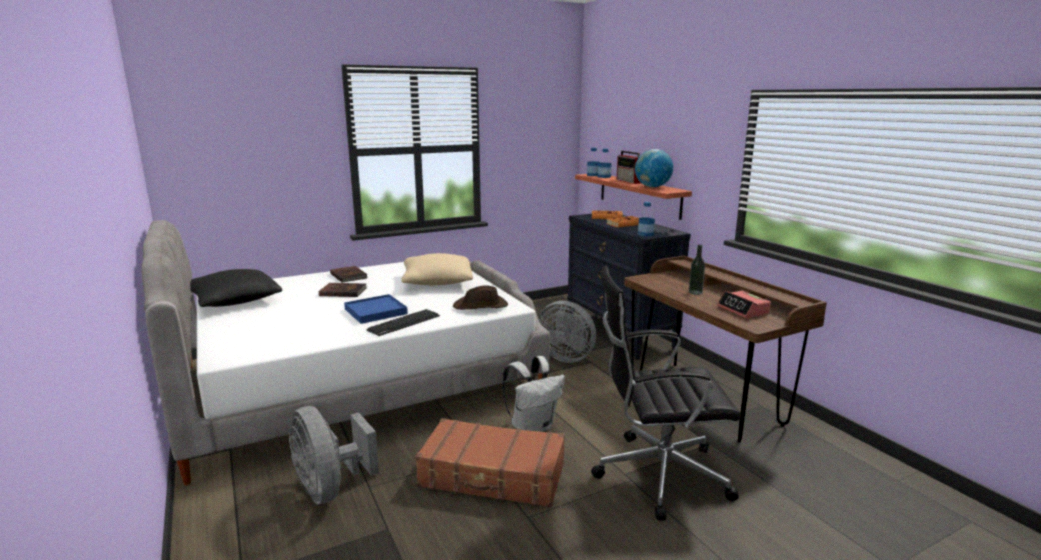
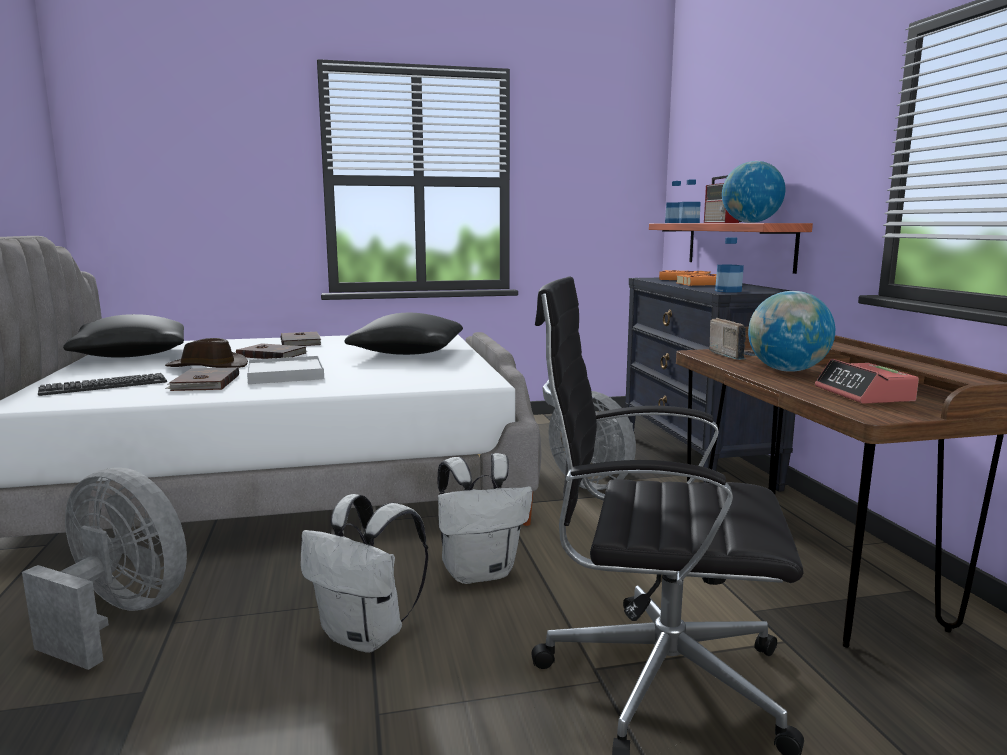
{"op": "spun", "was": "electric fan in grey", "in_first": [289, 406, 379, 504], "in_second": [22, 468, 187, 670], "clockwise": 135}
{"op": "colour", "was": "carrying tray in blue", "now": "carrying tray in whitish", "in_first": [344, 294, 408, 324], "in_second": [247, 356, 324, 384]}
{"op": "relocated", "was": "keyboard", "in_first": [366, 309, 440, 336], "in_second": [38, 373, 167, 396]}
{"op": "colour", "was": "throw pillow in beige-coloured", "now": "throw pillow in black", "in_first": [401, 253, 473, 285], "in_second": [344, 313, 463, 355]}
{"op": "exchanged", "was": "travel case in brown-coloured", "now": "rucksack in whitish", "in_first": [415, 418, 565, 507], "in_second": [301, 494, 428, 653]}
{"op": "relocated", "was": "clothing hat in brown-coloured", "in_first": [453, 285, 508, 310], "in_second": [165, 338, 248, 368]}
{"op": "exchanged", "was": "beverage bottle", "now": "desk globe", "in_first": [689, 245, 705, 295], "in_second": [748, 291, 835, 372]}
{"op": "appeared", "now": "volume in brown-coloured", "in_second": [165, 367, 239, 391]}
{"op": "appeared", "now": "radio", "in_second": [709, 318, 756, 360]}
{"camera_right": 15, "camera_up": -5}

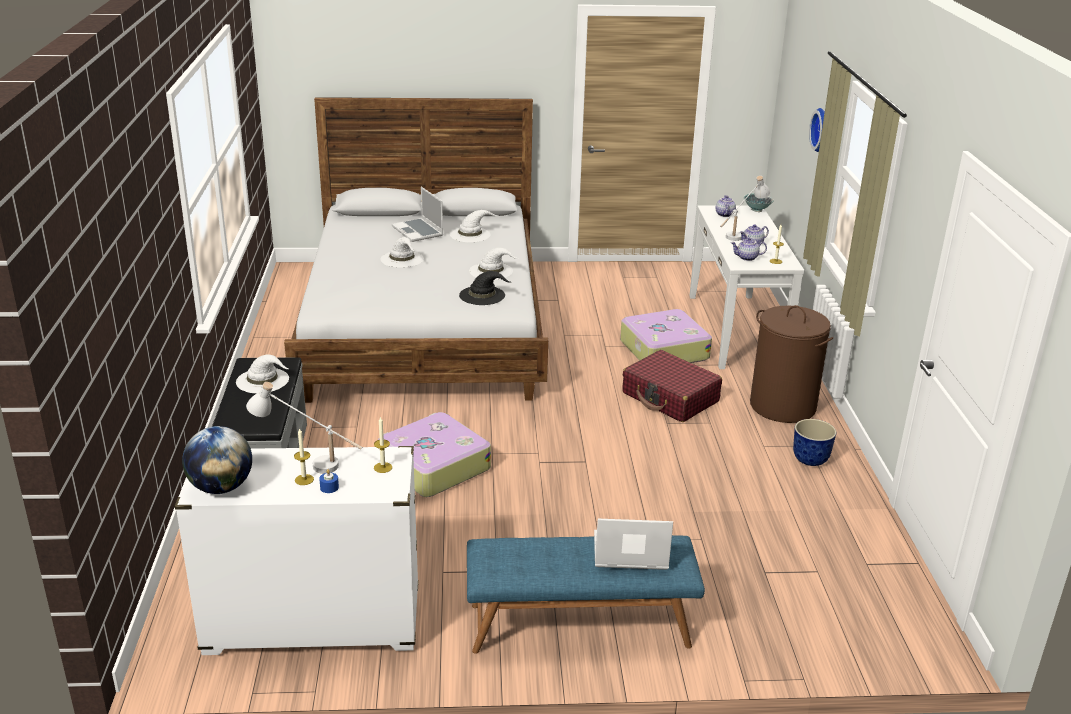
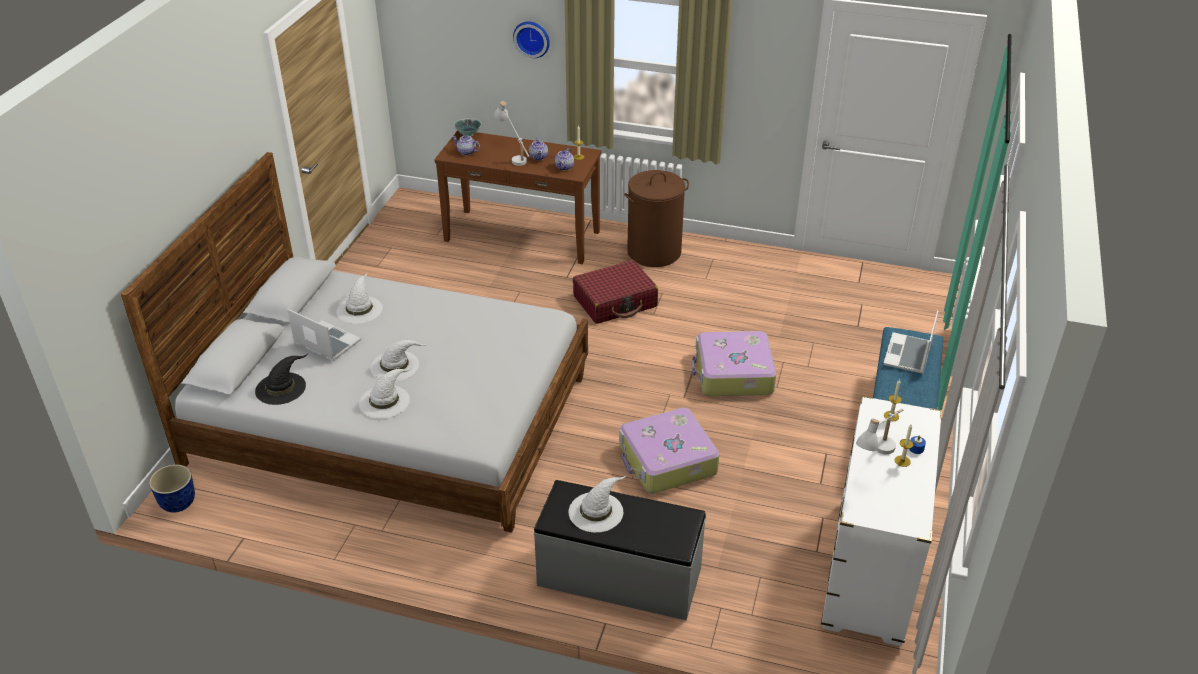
{"op": "missing", "was": "desk globe", "in_first": [182, 426, 252, 494]}
{"op": "spun", "was": "portable computer", "in_first": [392, 187, 443, 242], "in_second": [287, 309, 361, 361], "clockwise": -135}
{"op": "relocated", "was": "clothing hat in black", "in_first": [459, 271, 511, 305], "in_second": [255, 354, 307, 405]}
{"op": "relocated", "was": "clothing hat in whitish", "in_first": [469, 248, 519, 280], "in_second": [359, 368, 411, 419]}
{"op": "relocated", "was": "travel case", "in_first": [620, 309, 712, 363], "in_second": [692, 331, 776, 396]}
{"op": "colour", "was": "narrow table in whitish", "now": "narrow table in brown-coloured", "in_first": [689, 205, 804, 369], "in_second": [434, 130, 601, 264]}
{"op": "relocated", "was": "flower pot", "in_first": [793, 419, 836, 466], "in_second": [149, 464, 195, 512]}
{"camera_right": -70, "camera_up": 10}

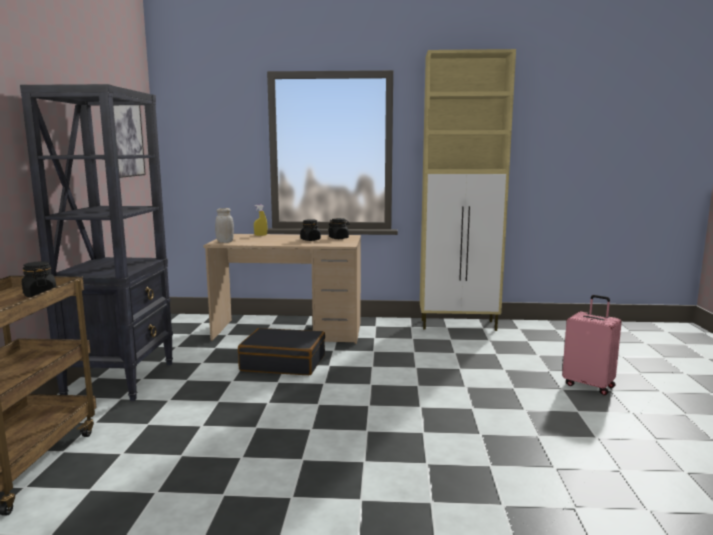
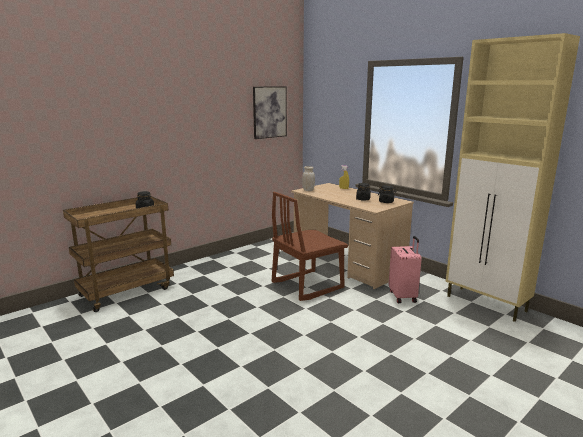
{"op": "missing", "was": "bookshelf in black", "in_first": [20, 84, 173, 401]}
{"op": "exchanged", "was": "travel case in black", "now": "plain chair in brown-coloured", "in_first": [238, 328, 325, 375], "in_second": [272, 192, 348, 301]}
{"op": "relocated", "was": "travel case in pink-coloured", "in_first": [562, 295, 622, 395], "in_second": [389, 236, 422, 303]}
{"camera_right": 45, "camera_up": 5}

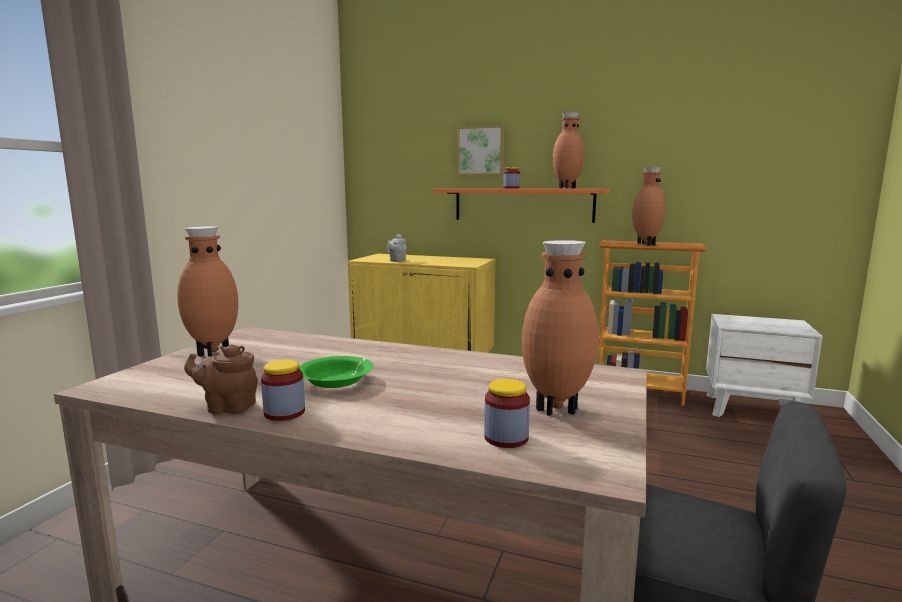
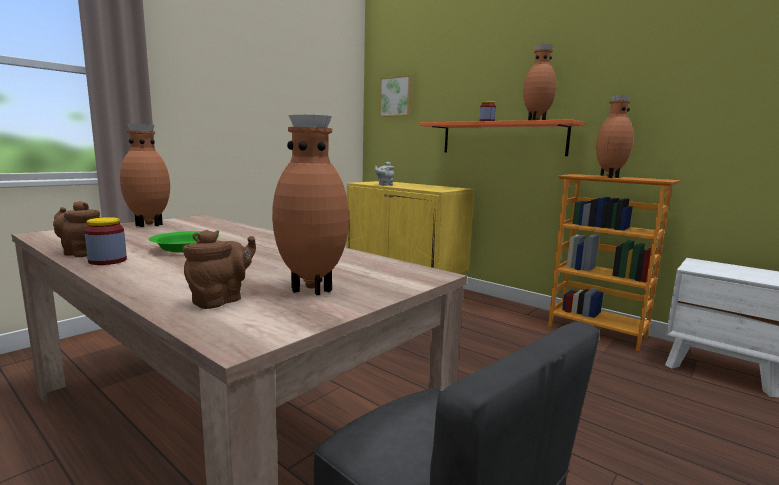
{"op": "relocated", "was": "wall art", "in_first": [458, 125, 504, 175], "in_second": [380, 75, 413, 117]}
{"op": "exchanged", "was": "preserve jar", "now": "pot for tea in brown-coloured", "in_first": [484, 379, 530, 448], "in_second": [183, 230, 256, 309]}
{"camera_right": 20, "camera_up": 0}

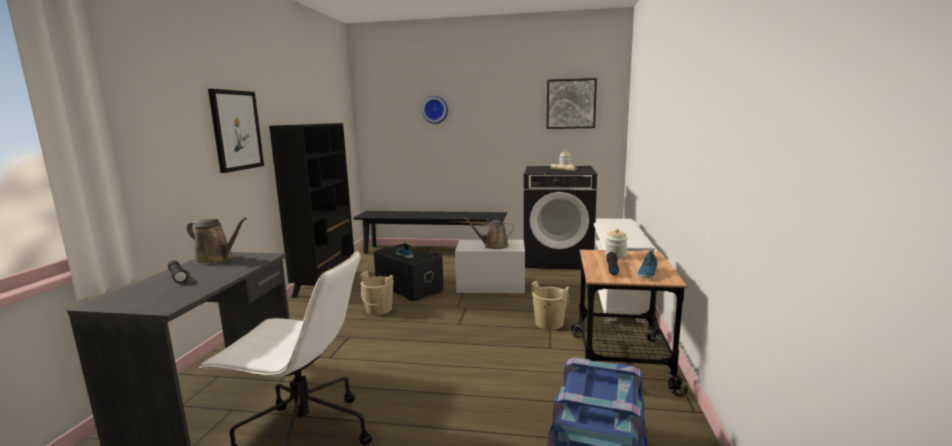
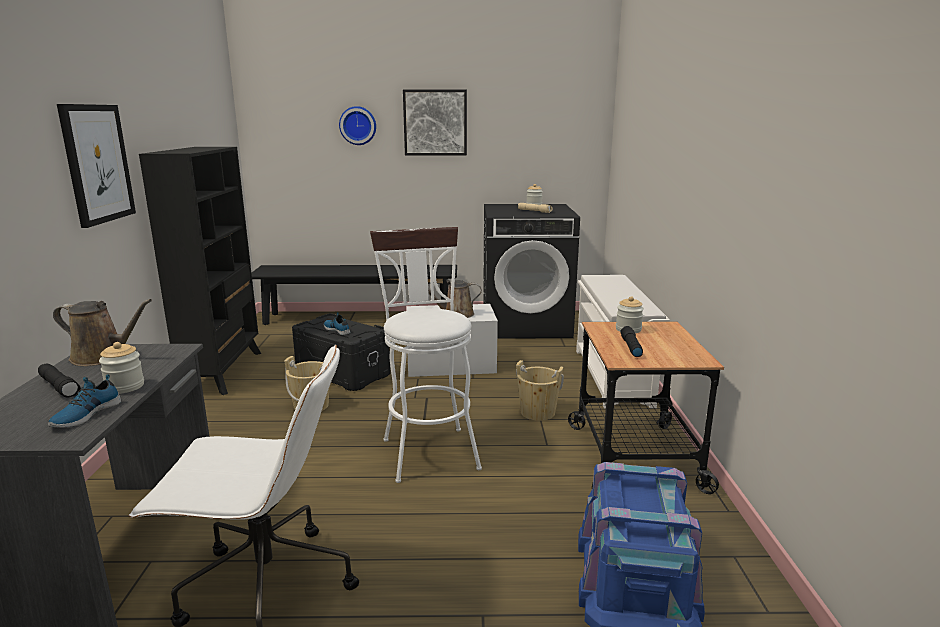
{"op": "relocated", "was": "wall art", "in_first": [547, 78, 597, 129], "in_second": [403, 90, 467, 155]}
{"op": "relocated", "was": "shoe", "in_first": [637, 250, 658, 278], "in_second": [48, 374, 121, 428]}
{"op": "appeared", "now": "preserve jar", "in_second": [99, 342, 144, 394]}
{"op": "appeared", "now": "stool in whitish", "in_second": [370, 227, 482, 483]}
{"camera_right": -10, "camera_up": 5}

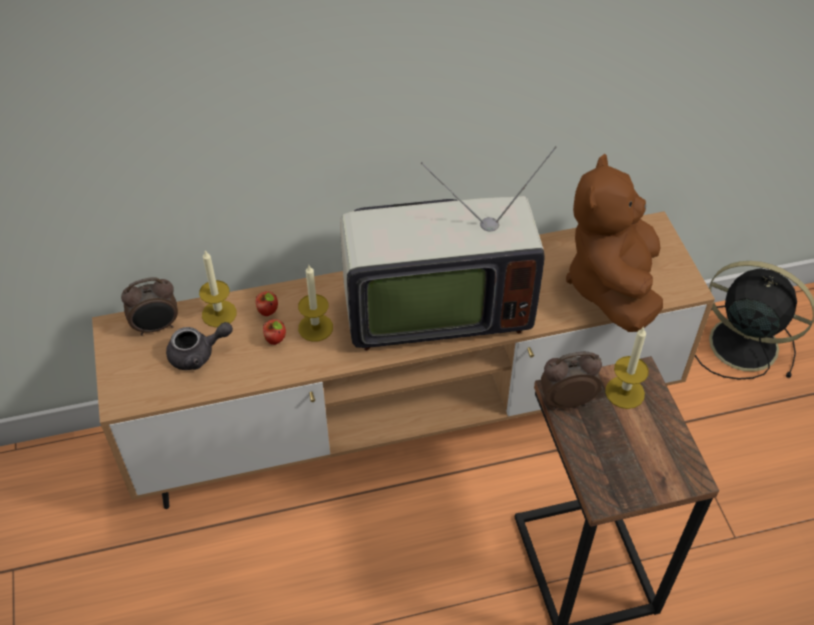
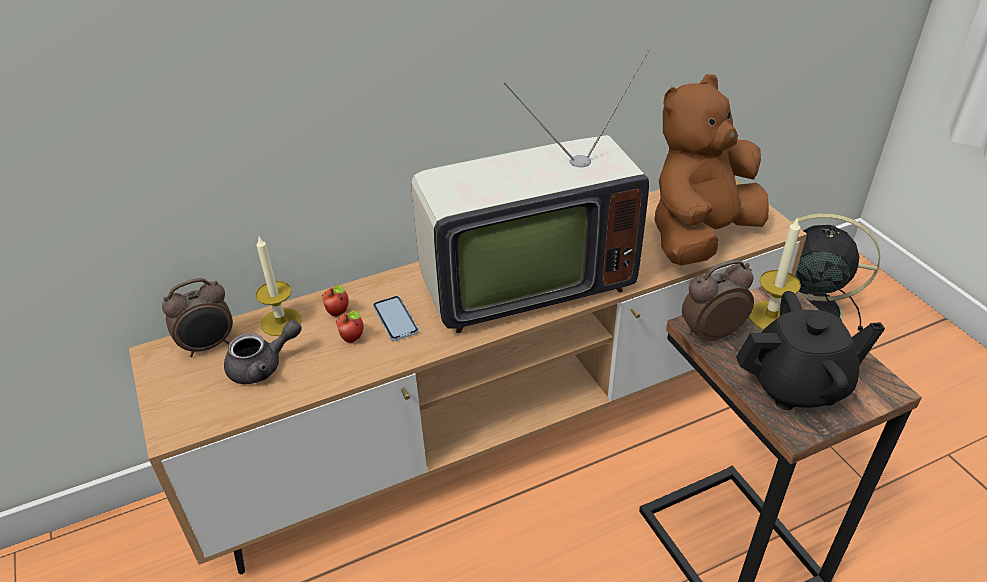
{"op": "exchanged", "was": "wax candle", "now": "phone", "in_first": [298, 265, 333, 342], "in_second": [373, 296, 419, 341]}
{"op": "spun", "was": "cuddly toy in brown-coloured", "in_first": [566, 154, 663, 332], "in_second": [654, 74, 769, 266], "clockwise": 45}
{"op": "appeared", "now": "pot for tea in black", "in_second": [736, 291, 885, 410]}
{"camera_right": -10, "camera_up": -10}

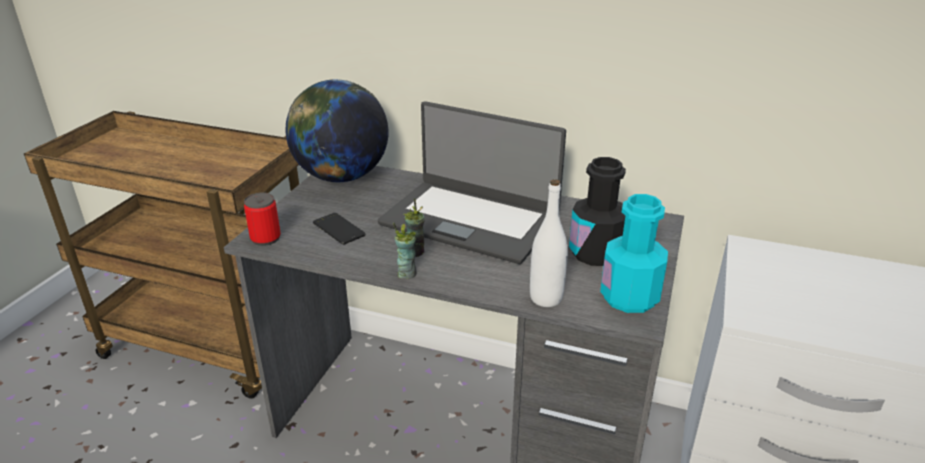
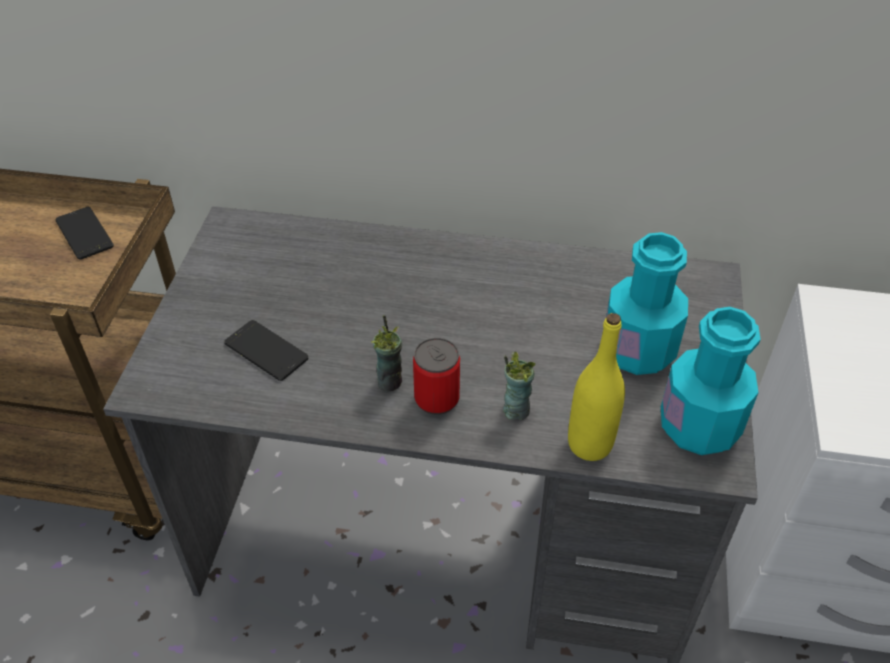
{"op": "relocated", "was": "metal can", "in_first": [244, 192, 281, 246], "in_second": [413, 338, 460, 415]}
{"op": "missing", "was": "desk globe", "in_first": [285, 79, 388, 183]}
{"op": "missing", "was": "portable computer", "in_first": [378, 101, 566, 264]}
{"op": "relocated", "was": "drinking cup", "in_first": [393, 223, 416, 279], "in_second": [503, 352, 535, 420]}
{"op": "colour", "was": "beverage bottle in whitish", "now": "beverage bottle in yellow-coloured", "in_first": [530, 179, 568, 307], "in_second": [568, 313, 625, 461]}
{"op": "colour", "was": "beverage bottle in black", "now": "beverage bottle in turquoise", "in_first": [569, 157, 626, 266], "in_second": [606, 232, 688, 375]}
{"op": "appeared", "now": "phone", "in_second": [55, 207, 114, 260]}
{"camera_right": -10, "camera_up": 15}

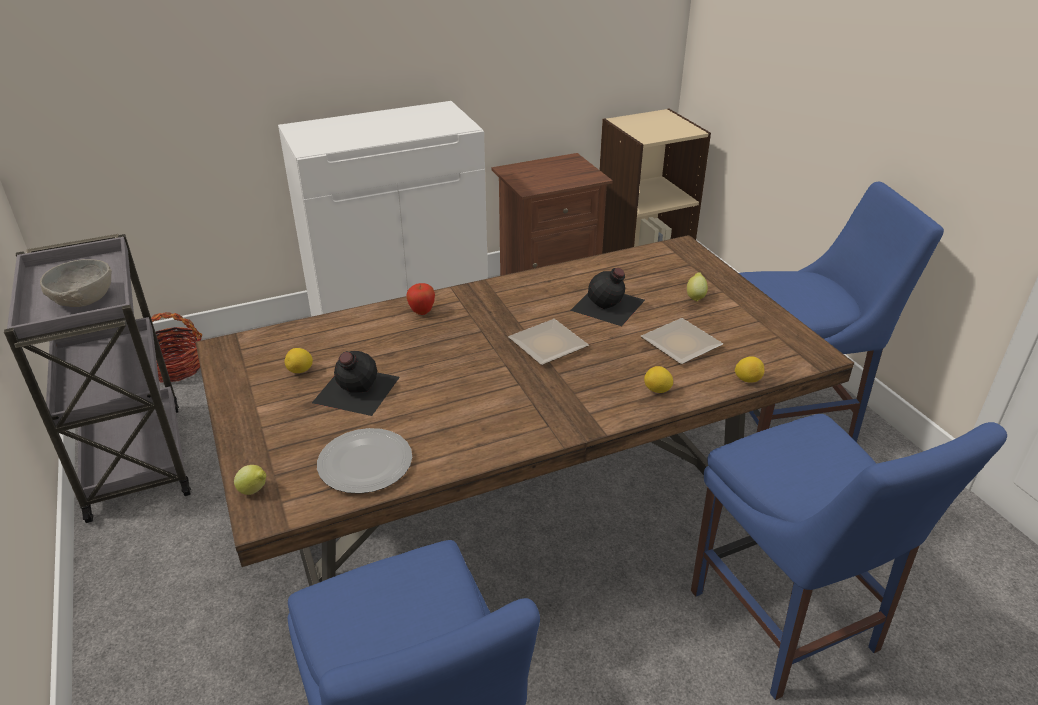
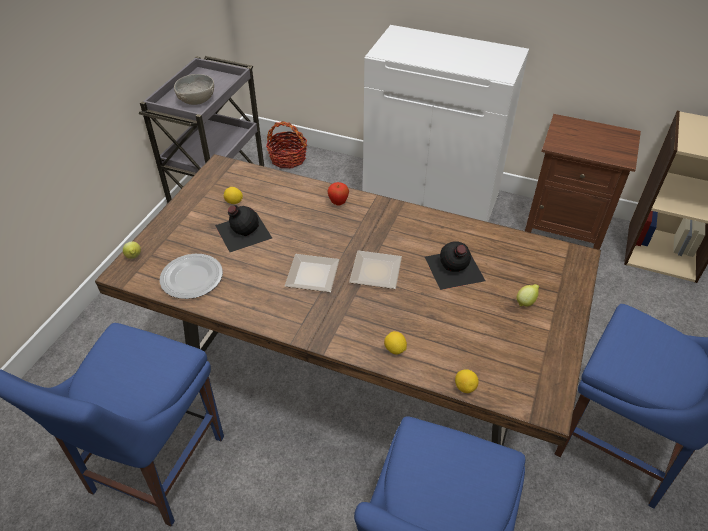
{"op": "relocated", "was": "dinner plate", "in_first": [641, 318, 723, 364], "in_second": [285, 254, 340, 292]}
{"camera_right": 45, "camera_up": 10}

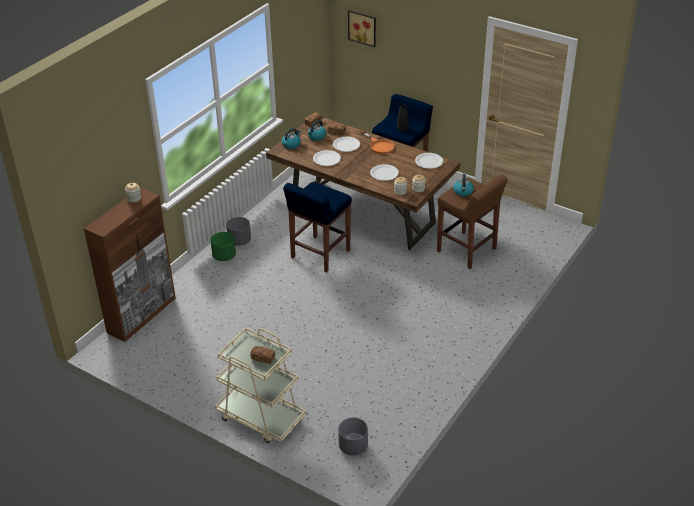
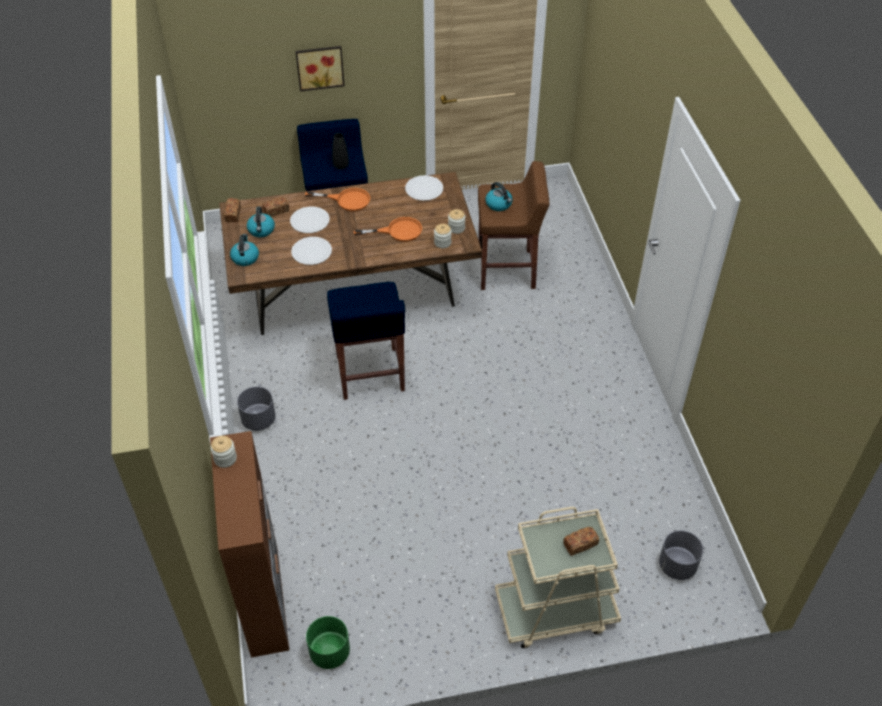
{"op": "relocated", "was": "flower pot in greenish", "in_first": [210, 232, 236, 261], "in_second": [306, 616, 350, 669]}
{"op": "relocated", "was": "wall art", "in_first": [348, 10, 376, 47], "in_second": [295, 46, 345, 92]}
{"op": "exchanged", "was": "dinner plate in whitish", "now": "pan in orangey", "in_first": [370, 164, 399, 181], "in_second": [354, 217, 422, 242]}
{"camera_right": -45, "camera_up": 10}

